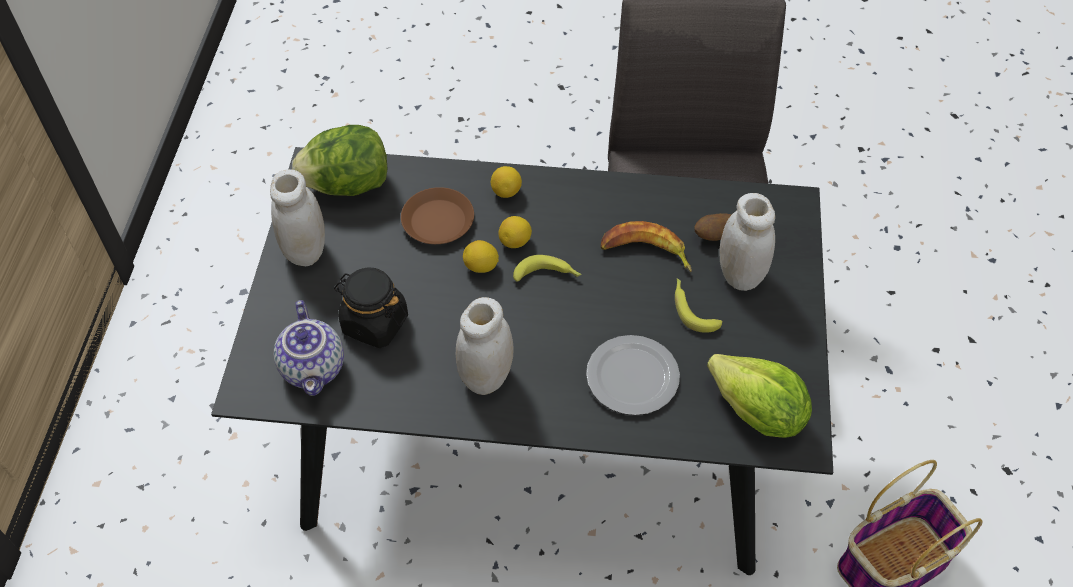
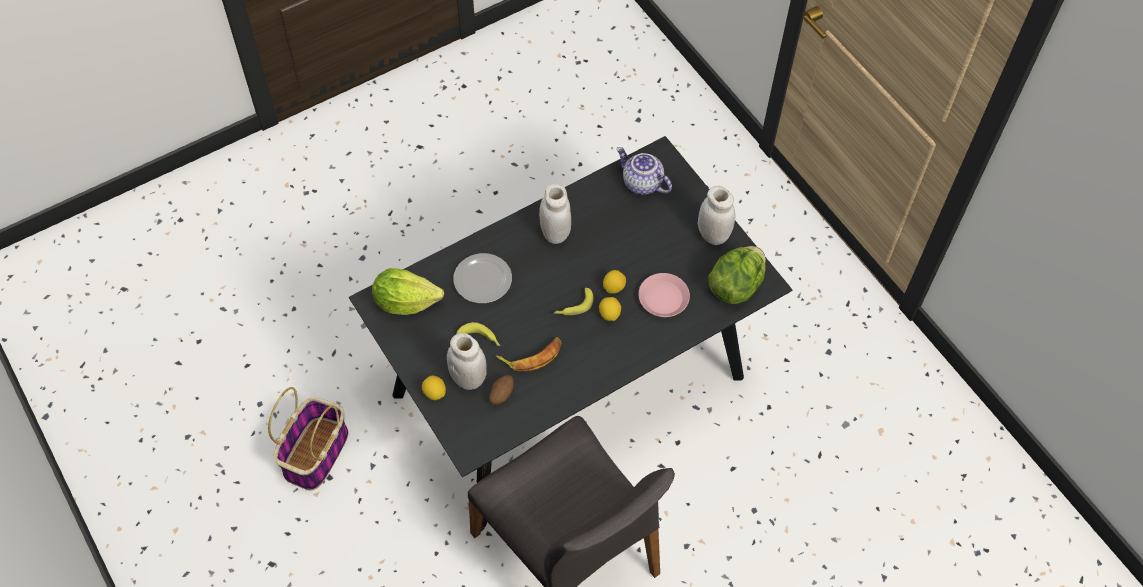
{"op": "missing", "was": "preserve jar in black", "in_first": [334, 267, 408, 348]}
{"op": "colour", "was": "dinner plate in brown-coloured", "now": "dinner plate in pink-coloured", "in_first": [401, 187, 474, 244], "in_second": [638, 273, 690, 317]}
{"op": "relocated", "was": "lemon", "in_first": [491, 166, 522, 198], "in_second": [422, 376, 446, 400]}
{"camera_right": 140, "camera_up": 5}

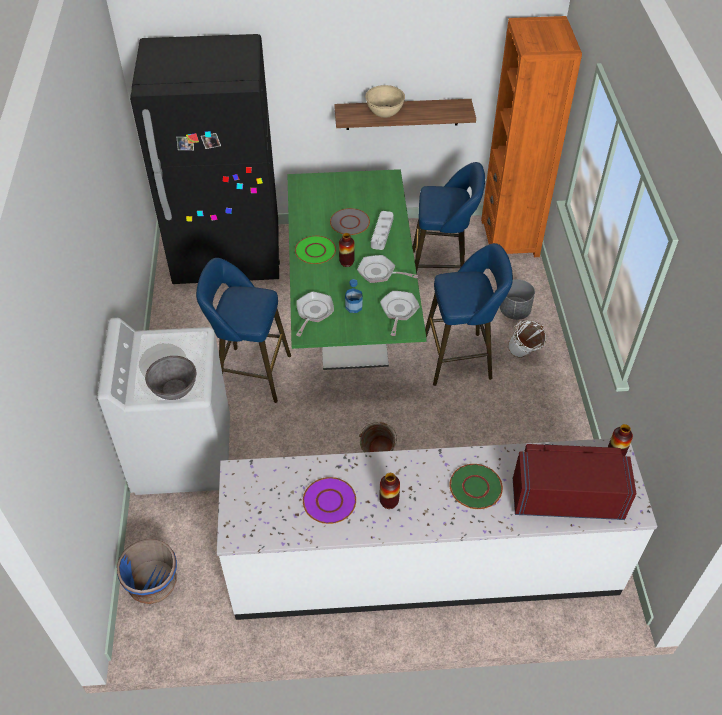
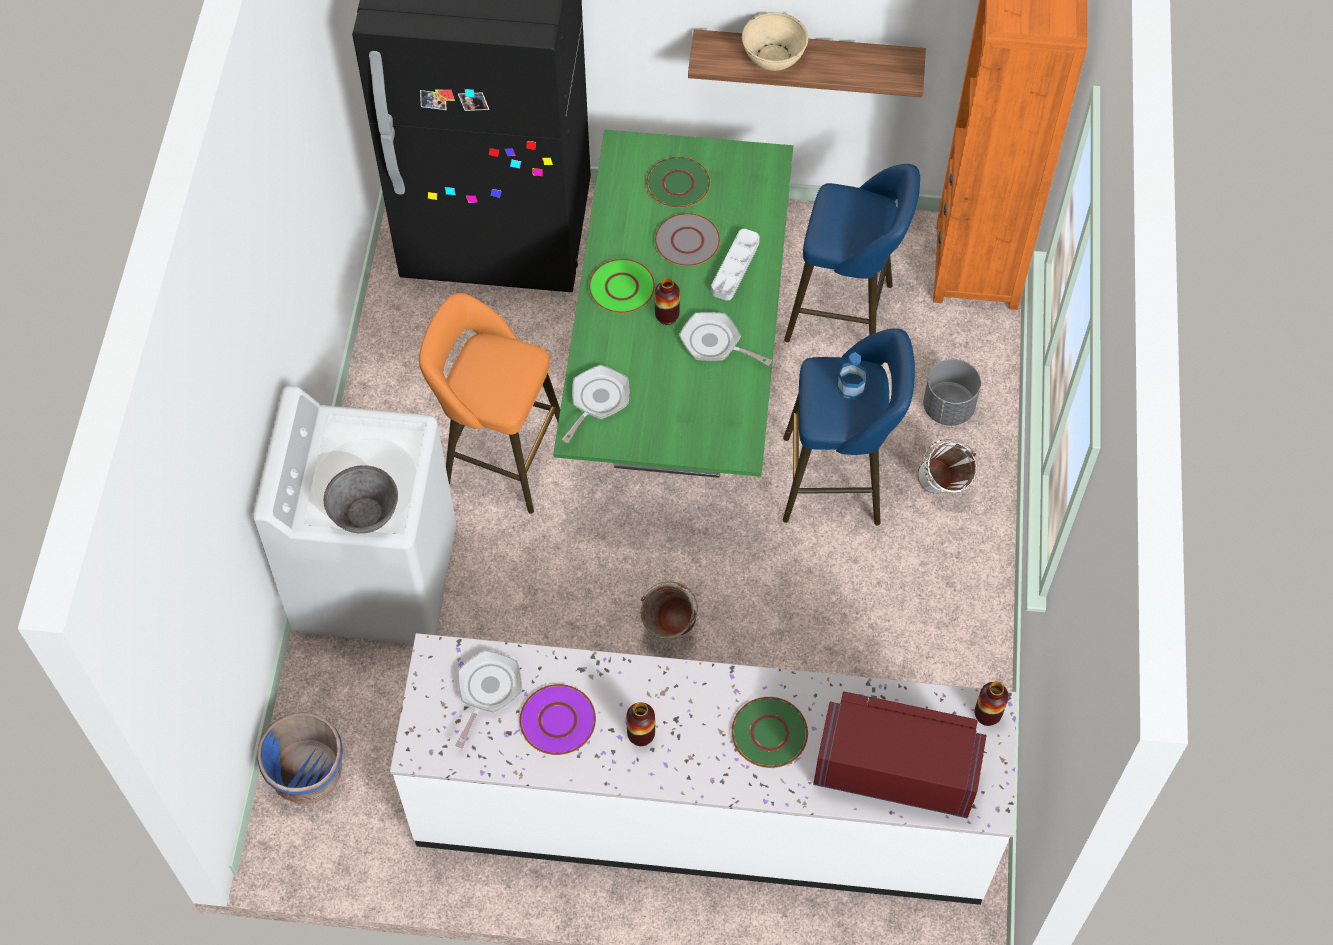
{"op": "colour", "was": "stool in blue", "now": "stool in orangey", "in_first": [196, 258, 291, 403], "in_second": [419, 293, 560, 514]}
{"op": "relocated", "was": "beverage bottle", "in_first": [345, 279, 363, 313], "in_second": [837, 353, 866, 400]}
{"op": "relocated", "was": "pan", "in_first": [380, 291, 420, 336], "in_second": [455, 650, 522, 748]}
{"op": "appeared", "now": "dinner plate in greenish", "in_second": [646, 157, 710, 208]}
{"camera_right": 10, "camera_up": 10}

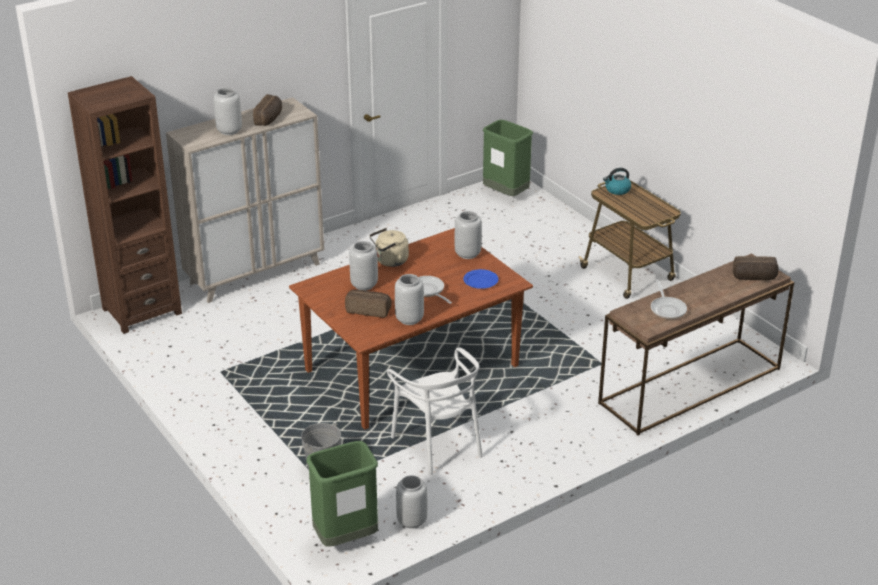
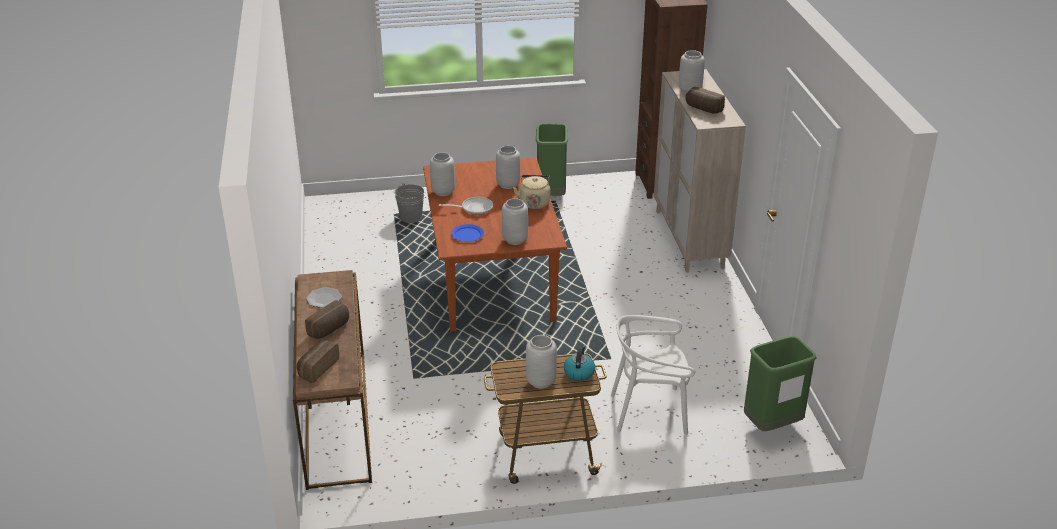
{"op": "relocated", "was": "waste bin in greenish", "in_first": [307, 441, 378, 547], "in_second": [536, 124, 568, 196]}
{"op": "relocated", "was": "baked bread", "in_first": [345, 289, 392, 318], "in_second": [305, 300, 349, 339]}
{"op": "relocated", "was": "plain chair in whitish", "in_first": [387, 347, 482, 475], "in_second": [611, 315, 695, 435]}
{"op": "relocated", "was": "flower vase in grey", "in_first": [396, 475, 427, 529], "in_second": [526, 335, 557, 388]}
{"op": "exchanged", "was": "pan", "now": "dinner plate", "in_first": [651, 280, 687, 319], "in_second": [306, 287, 342, 308]}
{"camera_right": 115, "camera_up": 0}

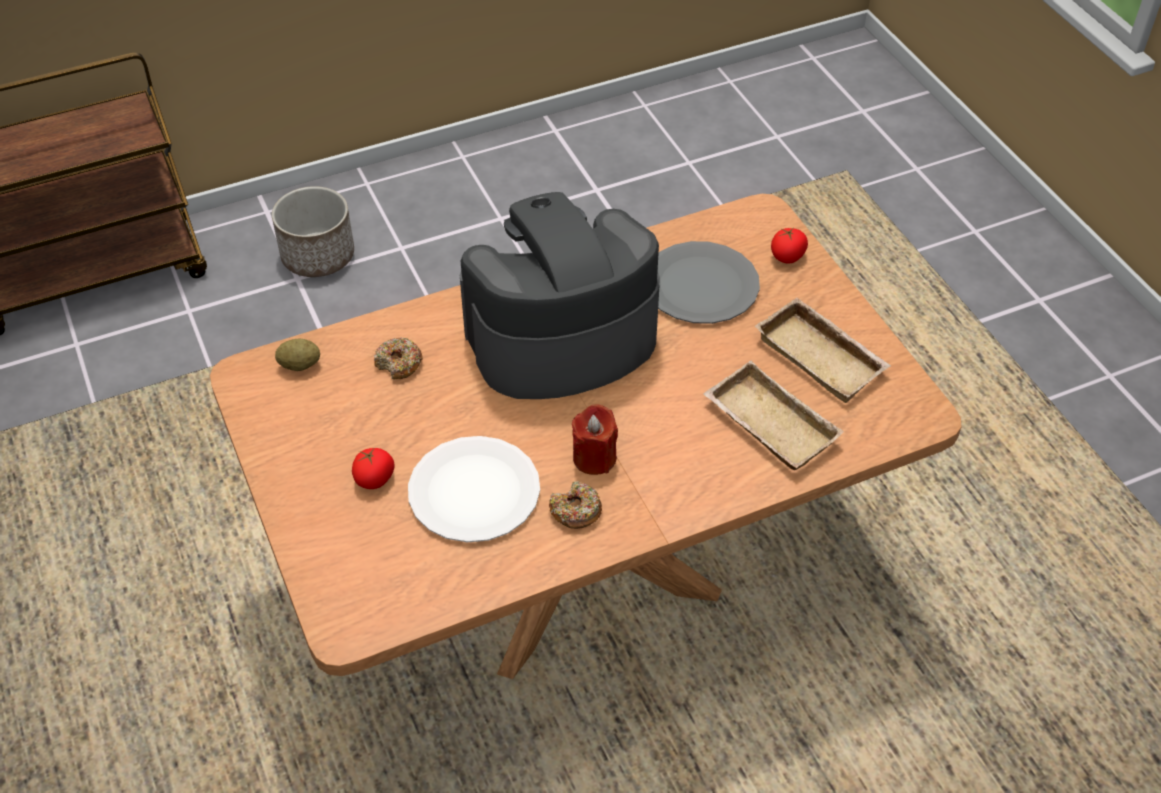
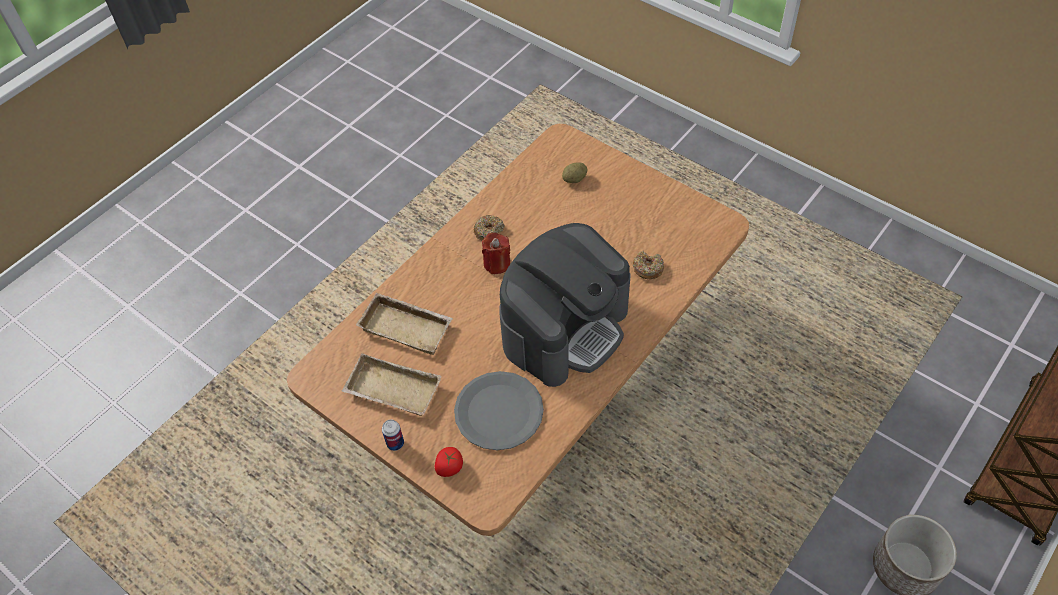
{"op": "relocated", "was": "whole potato", "in_first": [275, 339, 320, 371], "in_second": [562, 162, 587, 183]}
{"op": "missing", "was": "whole tomato", "in_first": [352, 447, 395, 489]}
{"op": "missing", "was": "dinner plate in whitish", "in_first": [408, 436, 540, 542]}
{"op": "appeared", "now": "metal can", "in_second": [382, 420, 404, 451]}
{"camera_right": 155, "camera_up": 5}

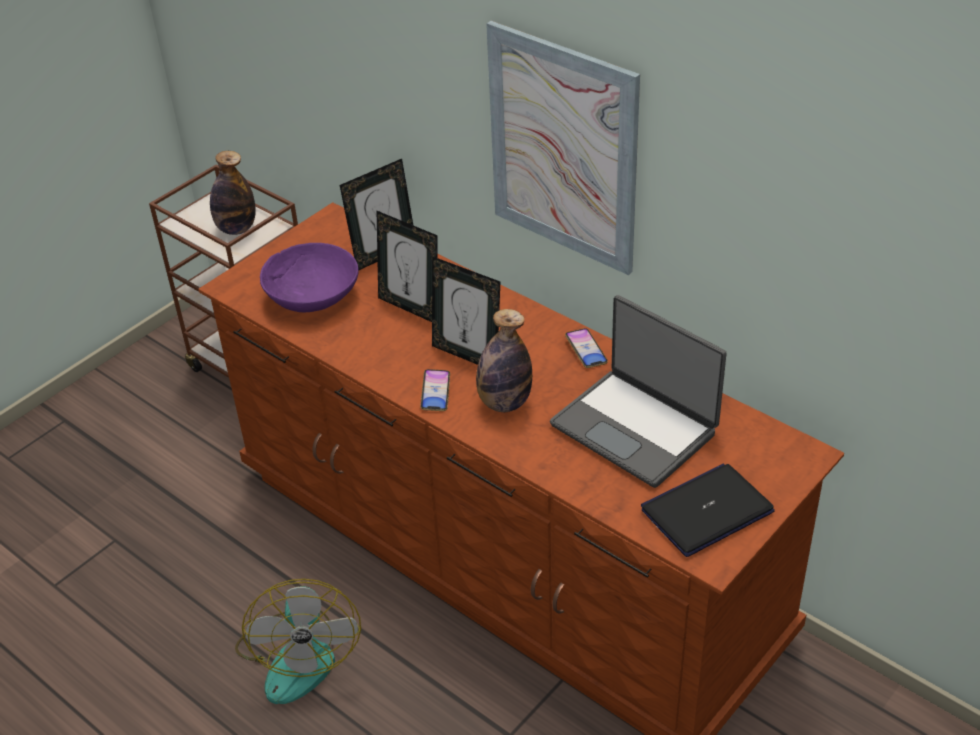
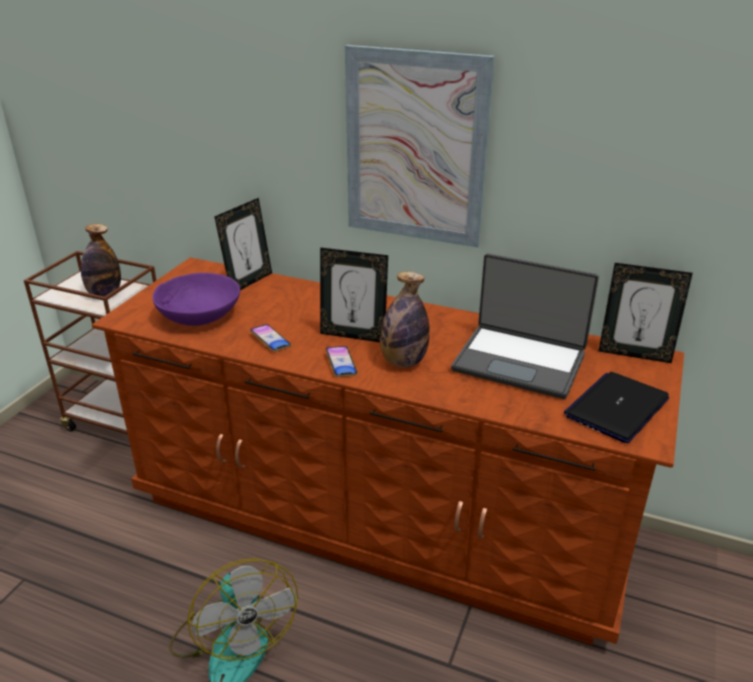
{"op": "relocated", "was": "photo frame", "in_first": [376, 210, 438, 322], "in_second": [598, 263, 693, 363]}
{"op": "relocated", "was": "phone", "in_first": [565, 328, 608, 368], "in_second": [250, 324, 291, 352]}
{"camera_right": -20, "camera_up": -10}

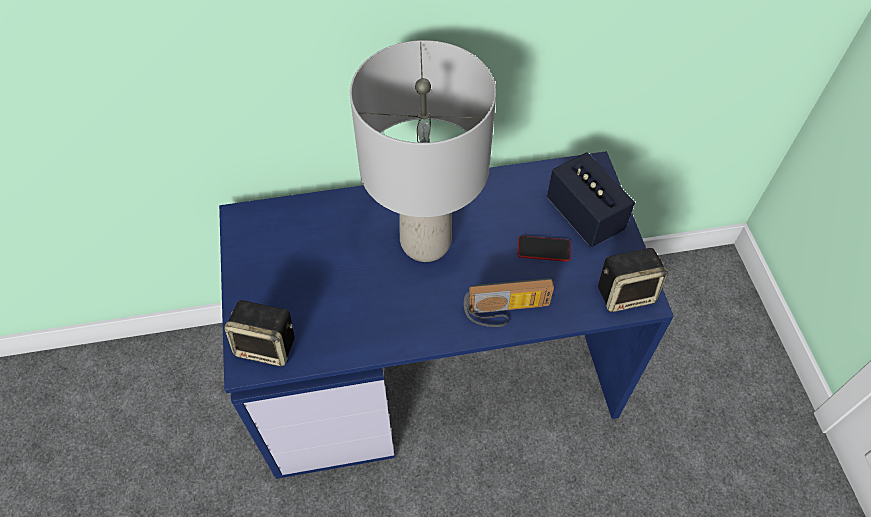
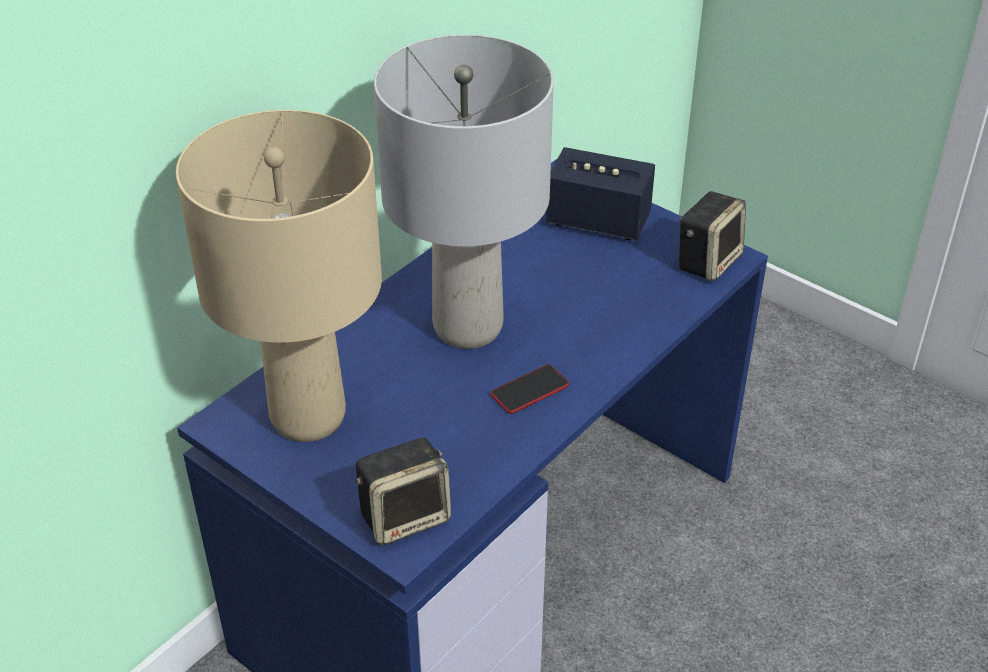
{"op": "missing", "was": "radio", "in_first": [464, 278, 554, 327]}
{"op": "relocated", "was": "phone", "in_first": [517, 236, 570, 262], "in_second": [491, 365, 569, 414]}
{"op": "appeared", "now": "tabletop lamp in beige-coloured", "in_second": [176, 110, 382, 442]}
{"camera_right": -40, "camera_up": -15}

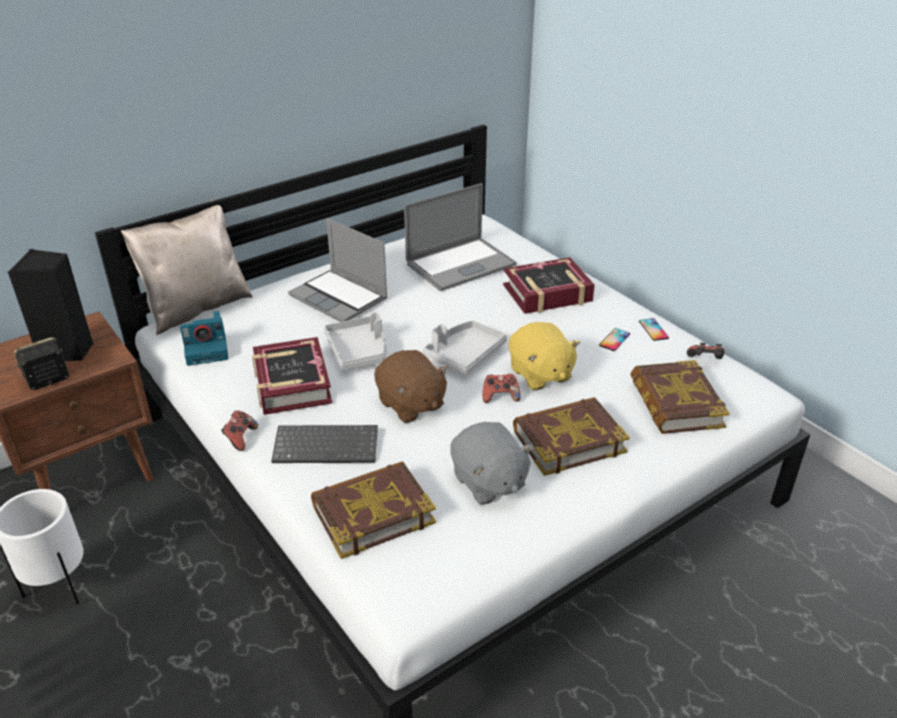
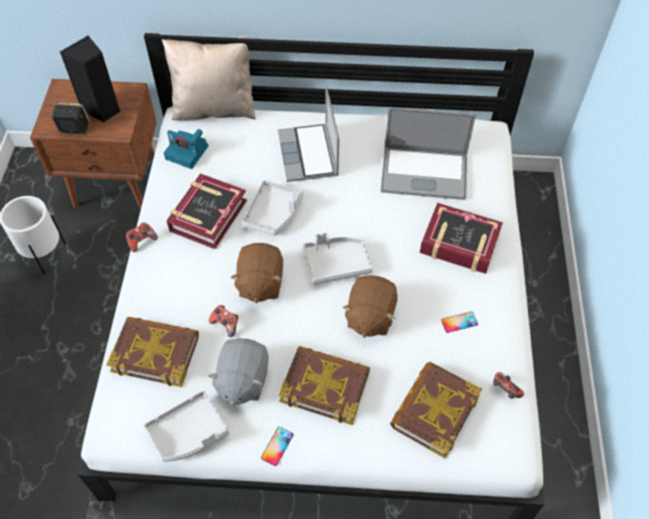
{"op": "missing", "was": "keyboard", "in_first": [271, 425, 378, 463]}
{"op": "relocated", "was": "joypad", "in_first": [483, 374, 521, 403], "in_second": [209, 305, 238, 337]}
{"op": "colour", "was": "cuddly toy in yellow-coloured", "now": "cuddly toy in brown-coloured", "in_first": [509, 322, 580, 391], "in_second": [342, 275, 398, 338]}
{"op": "relocated", "was": "phone", "in_first": [639, 318, 669, 341], "in_second": [261, 427, 293, 466]}
{"op": "appeared", "now": "carrying tray in grey", "in_second": [143, 391, 229, 462]}
{"camera_right": 40, "camera_up": 20}

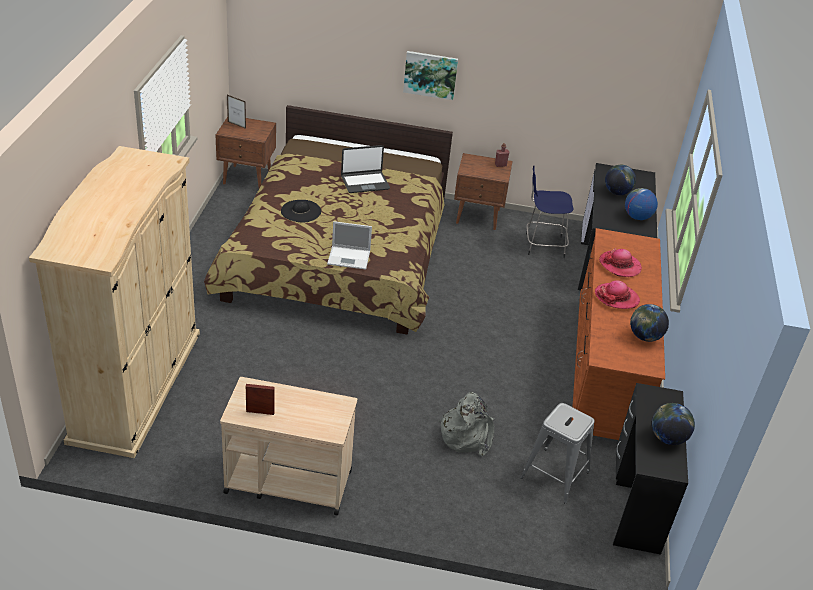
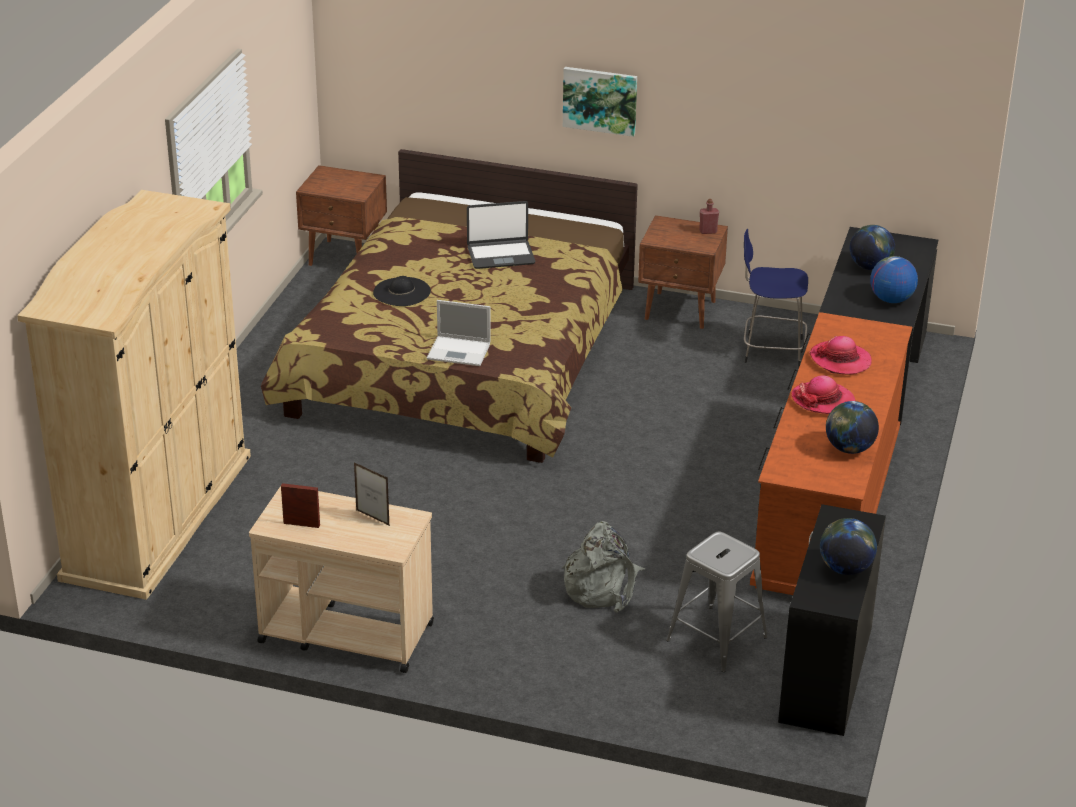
{"op": "relocated", "was": "photo frame", "in_first": [227, 95, 246, 129], "in_second": [354, 462, 390, 526]}
{"camera_right": 10, "camera_up": -5}

